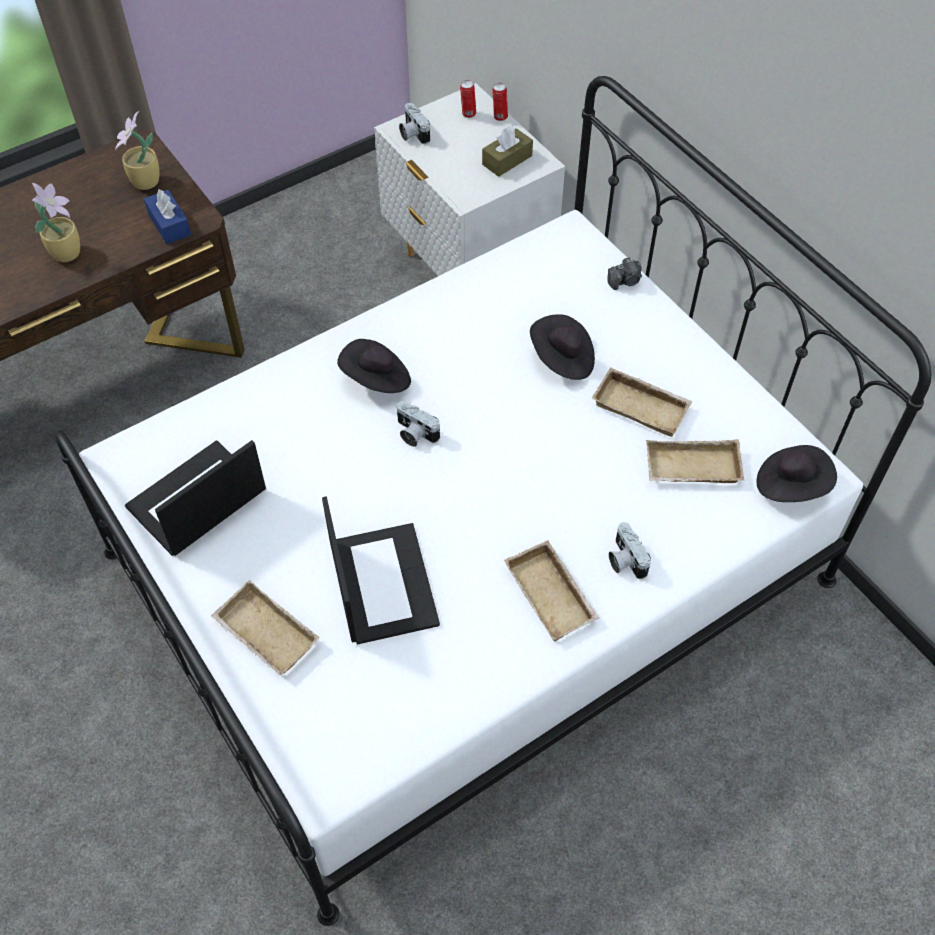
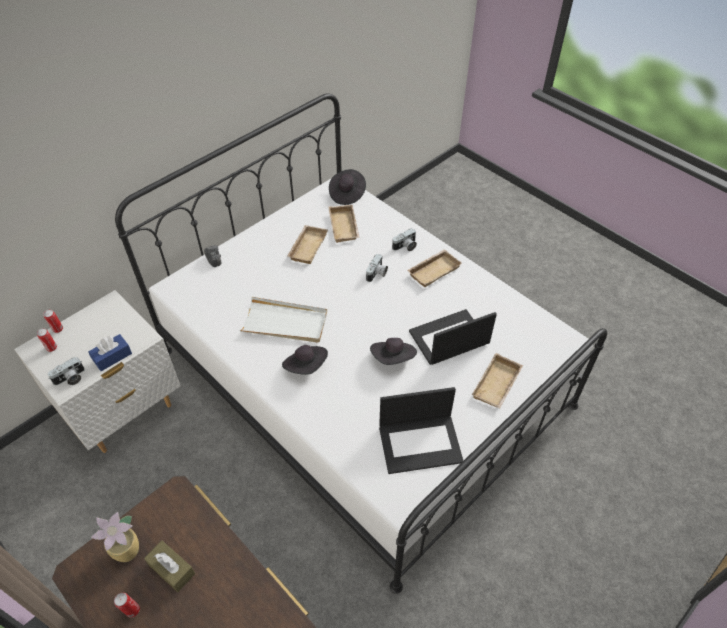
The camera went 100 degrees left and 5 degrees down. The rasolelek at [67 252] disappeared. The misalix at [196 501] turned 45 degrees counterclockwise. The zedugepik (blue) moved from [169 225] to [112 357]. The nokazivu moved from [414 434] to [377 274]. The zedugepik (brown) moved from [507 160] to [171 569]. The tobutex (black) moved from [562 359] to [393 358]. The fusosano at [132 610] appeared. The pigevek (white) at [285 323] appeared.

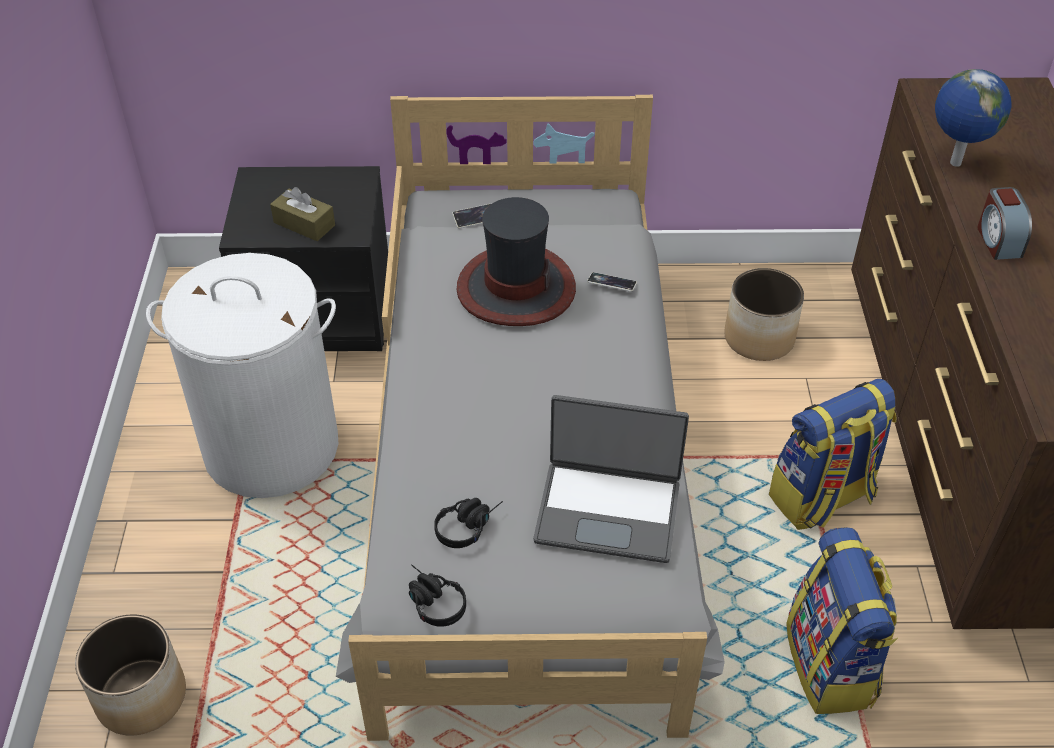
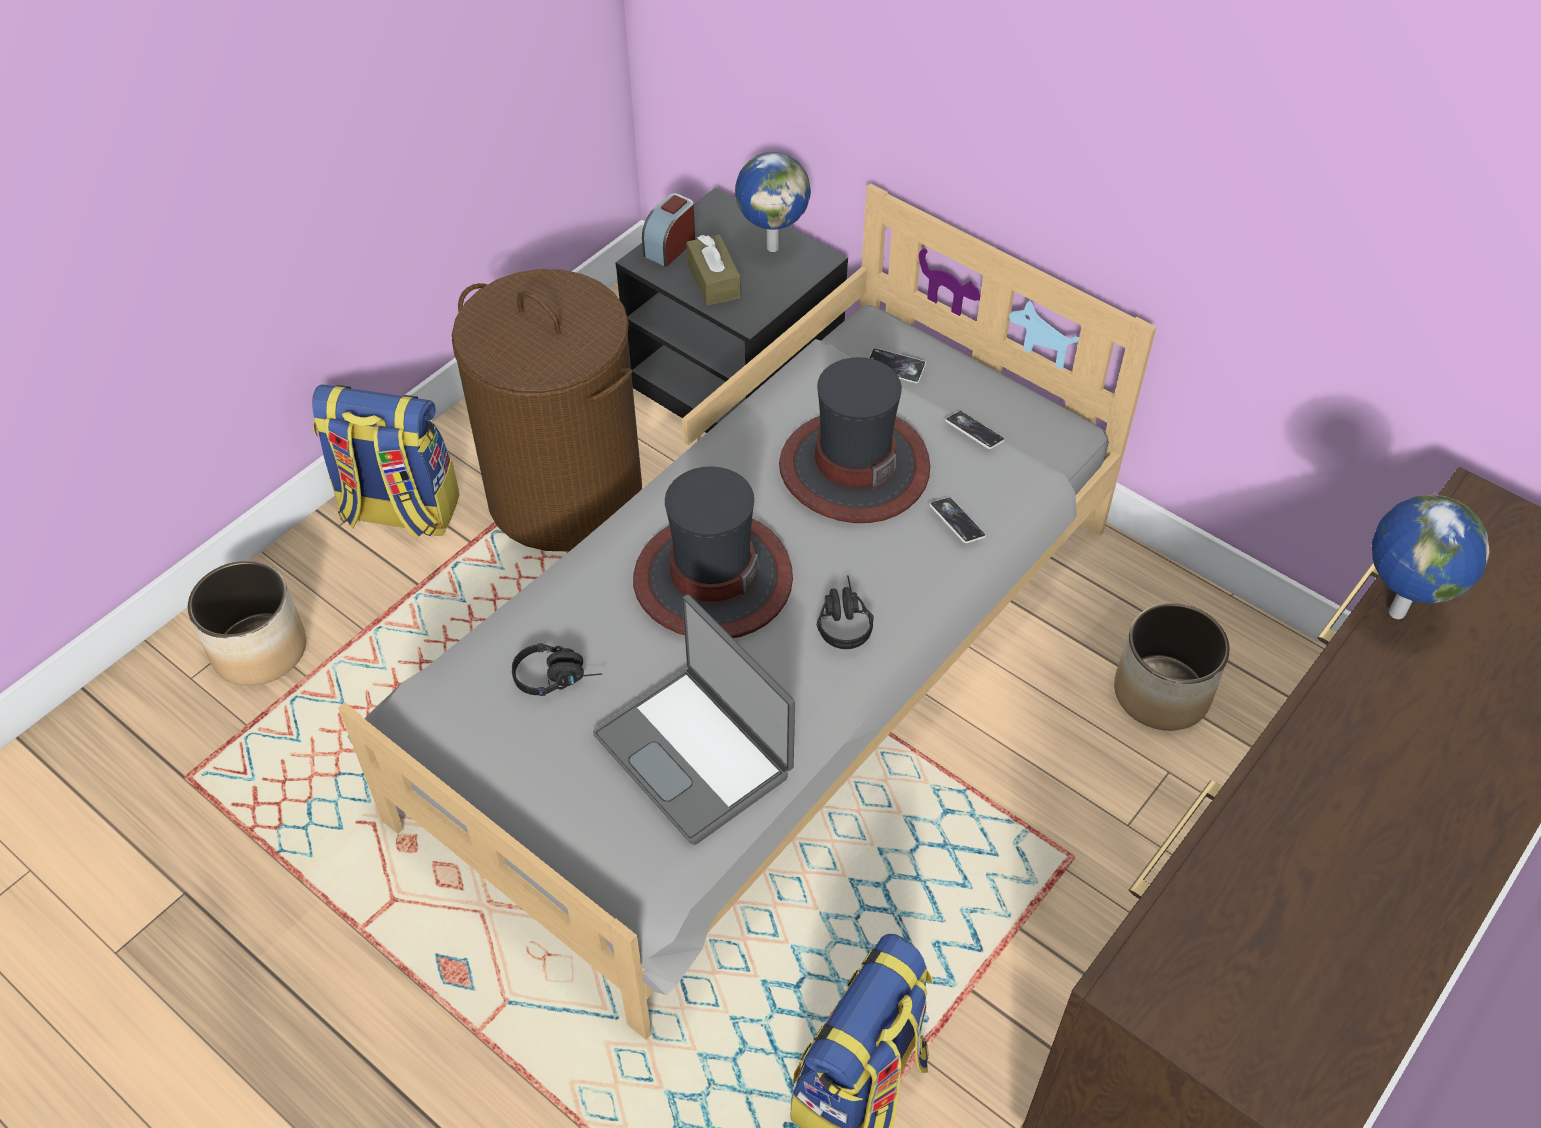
The camera went 40 degrees right and 5 degrees up. The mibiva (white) at [272 446] became the mibiva (brown) at [566 494]. The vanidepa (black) moved from [431 601] to [842 619]. The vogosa moved from [822 498] to [399 511]. The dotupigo moved from [998 241] to [670 247]. The tobutex at [712 578] appeared. The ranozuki at [772 247] appeared. The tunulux at [974 432] appeared.

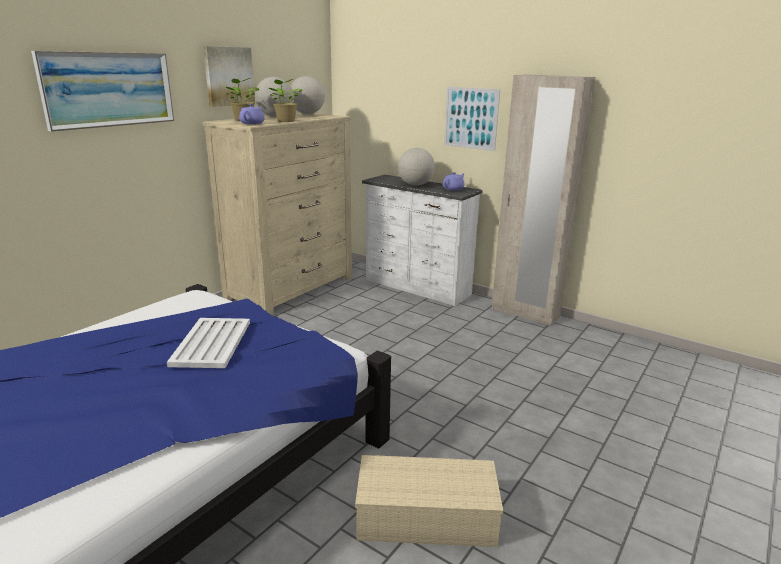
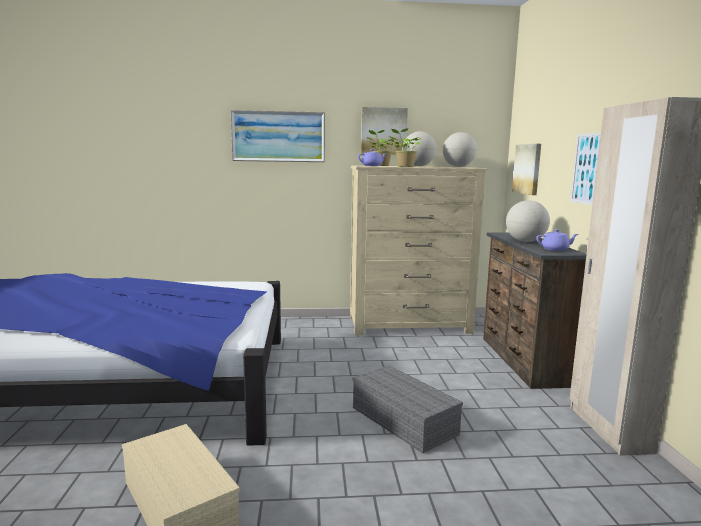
The camera went 50 degrees right and 10 degrees down. The pigevek (white) at [212 342] disappeared. The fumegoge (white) at [417 287] became the fumegoge (brown) at [521 361]. The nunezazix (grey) at [405 421] appeared. The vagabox at [527 169] appeared.

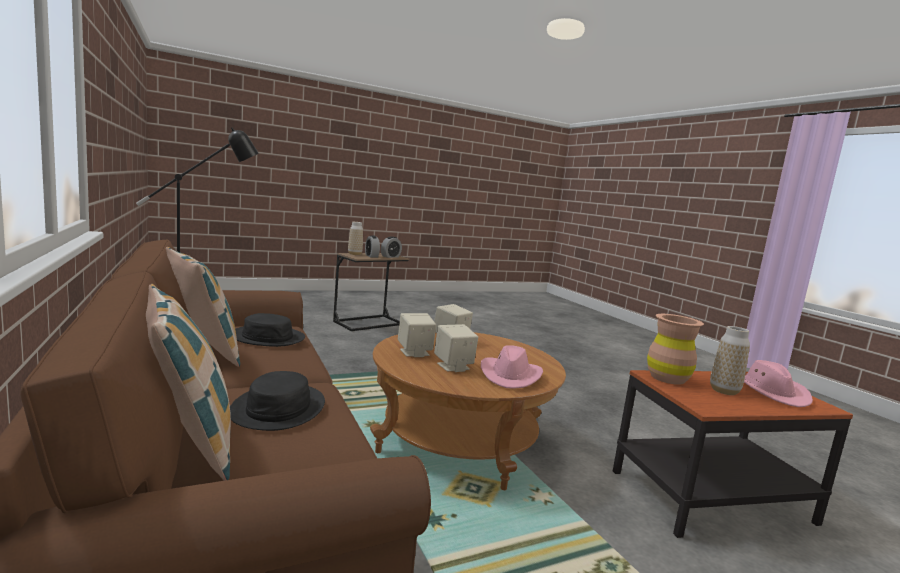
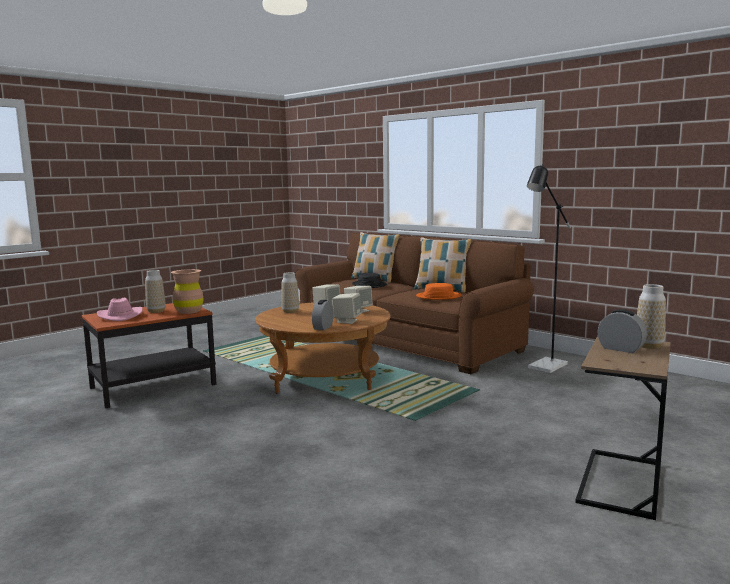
The camera went 160 degrees right and 0 degrees up. The tobutex (black) at [267 337] became the tobutex (orange) at [438 296]. The dotupigo moved from [390 256] to [323 327]. The tobutex (pink) at [510 376] was replaced by the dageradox at [290 311].

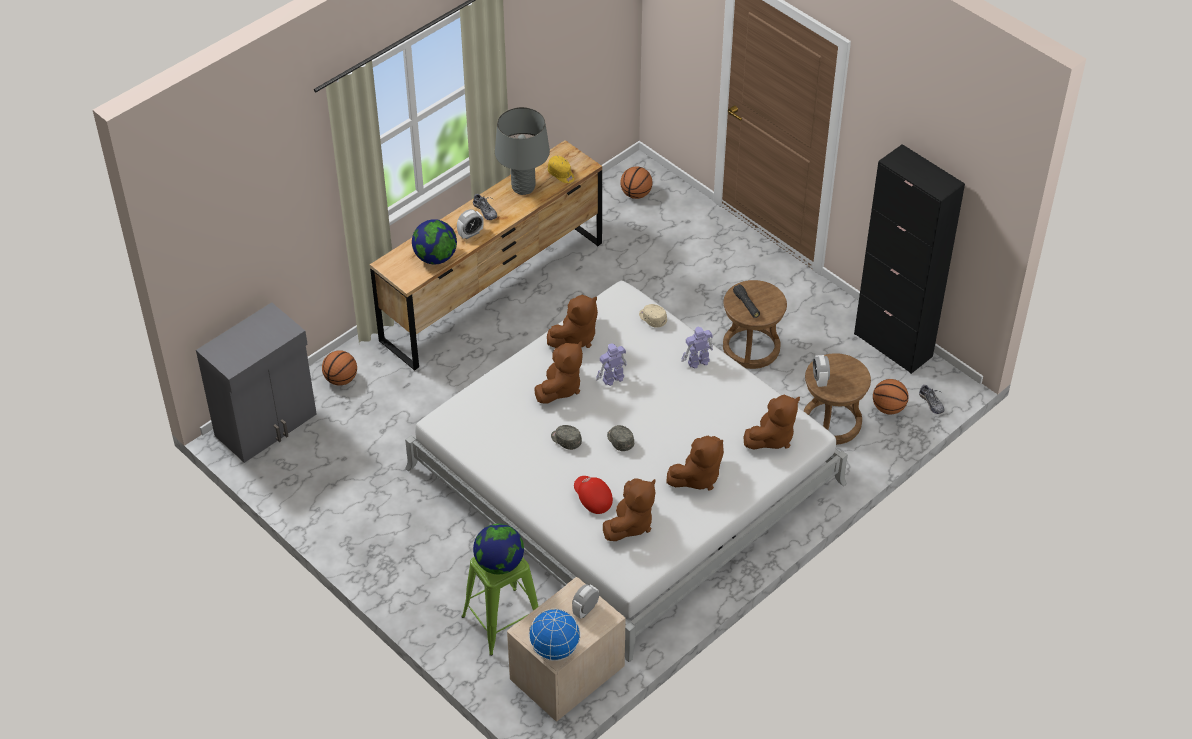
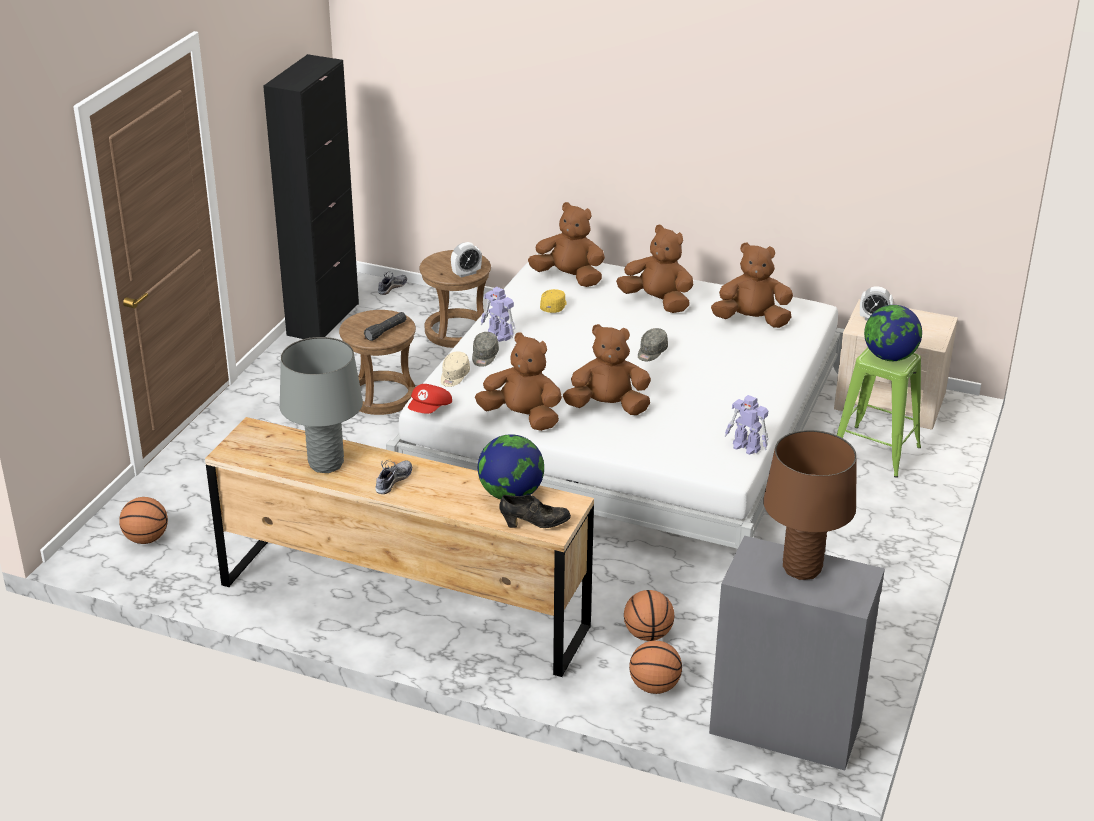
The camera went 115 degrees left and 15 degrees down. The dotupigo at [470 234] disappeared. The ranozuki at [555 649] disappeared. The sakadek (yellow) moved from [561 174] to [554 307]. The sakadek (grey) moved from [565 440] to [484 356]. The sakadek (red) moved from [592 499] to [430 409]. The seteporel moved from [612 378] to [746 447]. The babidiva moved from [888 408] to [647 634]. The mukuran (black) at [535 524] appeared. The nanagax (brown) at [802 569] appeared.

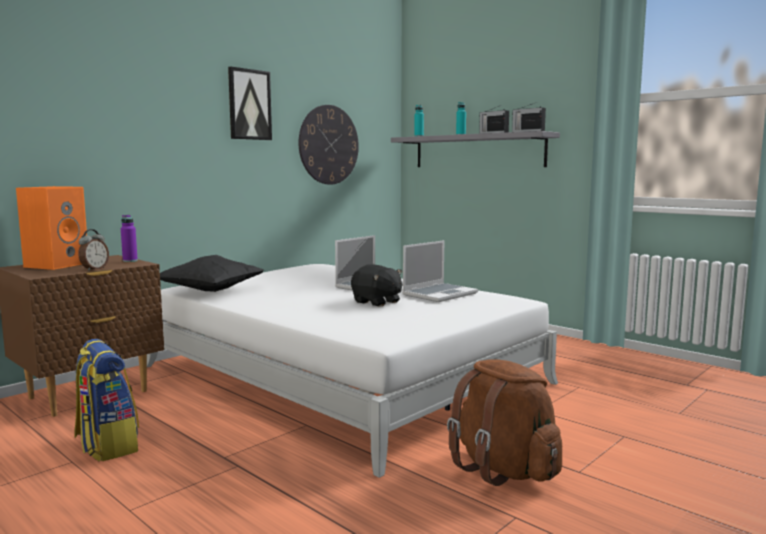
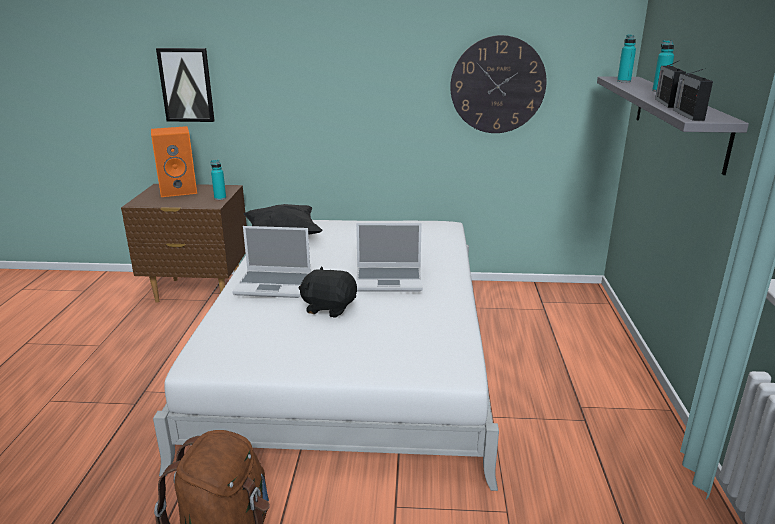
The camera went 50 degrees right and 15 degrees up. The vogosa at [107 445] disappeared. The dotupigo at [94 269] disappeared. The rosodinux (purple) at [130 261] became the rosodinux (turquoise) at [220 198]. The vagabox moved from [249 104] to [186 85]. The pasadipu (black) at [377 302] turned 105 degrees clockwise. The misalix moved from [440 294] to [274 285].

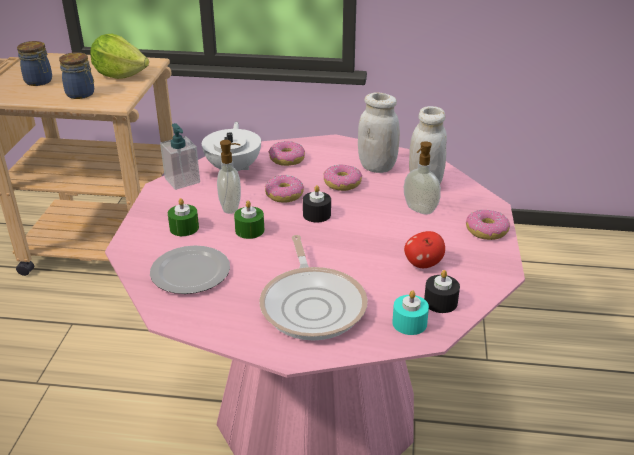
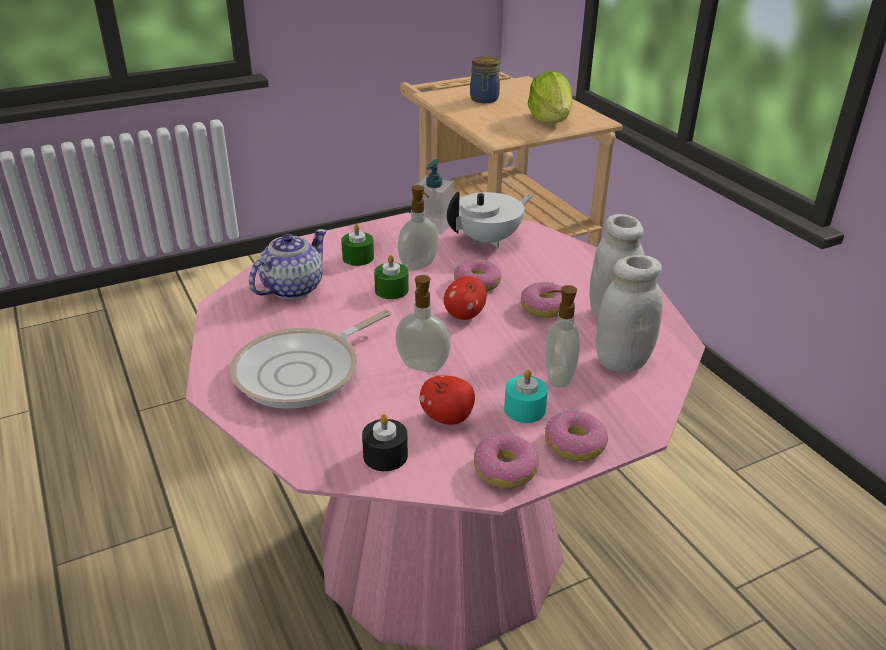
The camera went 55 degrees right and 0 degrees up. The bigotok at [81 94] disappeared. The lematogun at [189 273] was replaced by the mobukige at [291 288]. The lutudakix moved from [286 159] to [504 469]. The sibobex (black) at [316 214] was replaced by the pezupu at [464 315]. The sibobex (turquoise) moved from [409 323] to [524 409]. The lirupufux at [422 367] appeared.

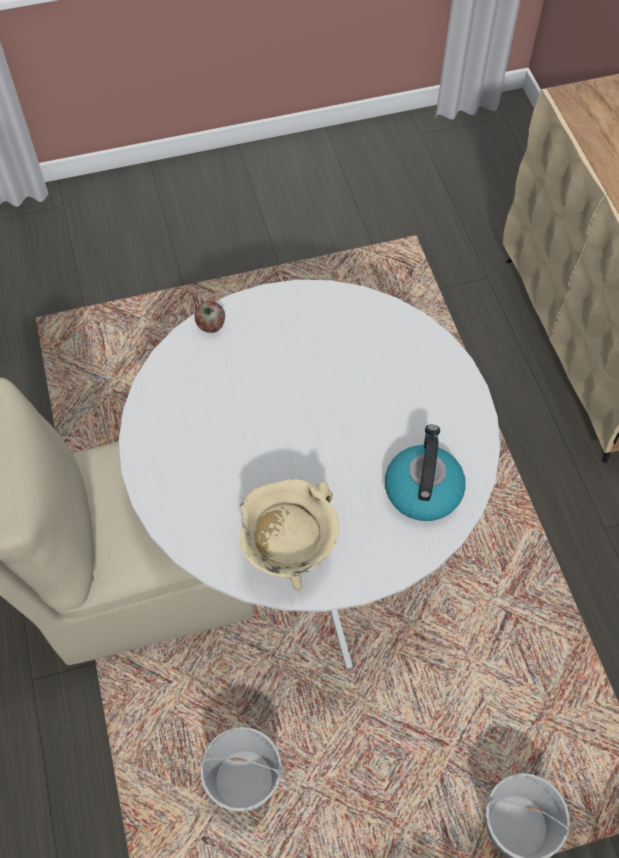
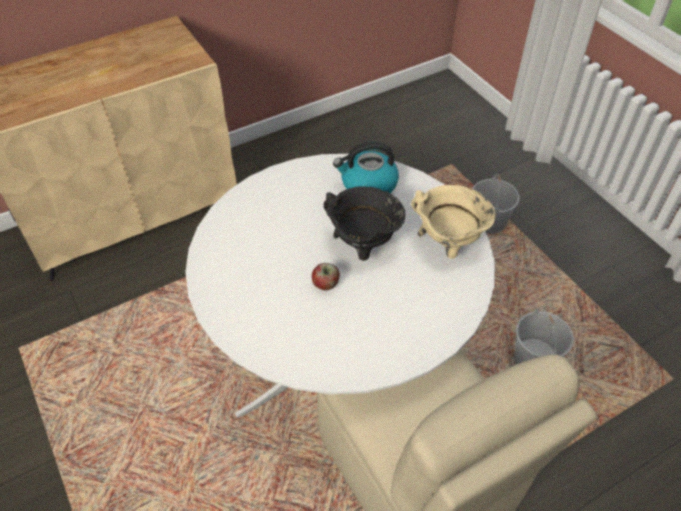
The camera went 105 degrees left and 10 degrees down. The pezupu moved from [211 325] to [325 284]. The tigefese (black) at [363 246] appeared.

